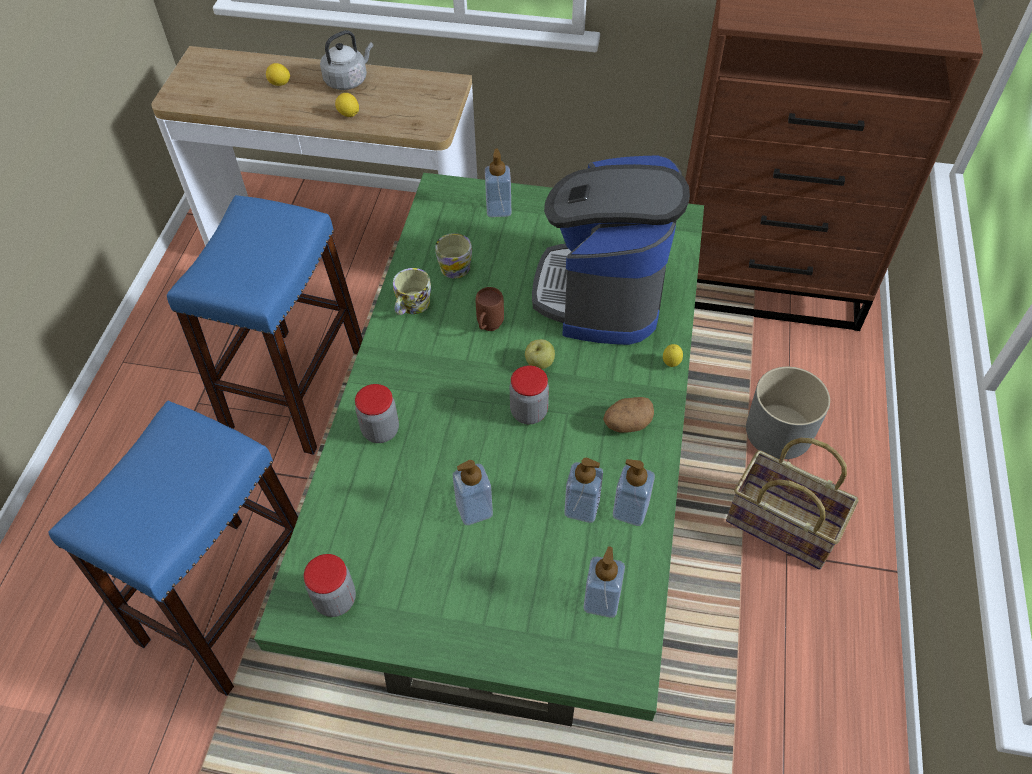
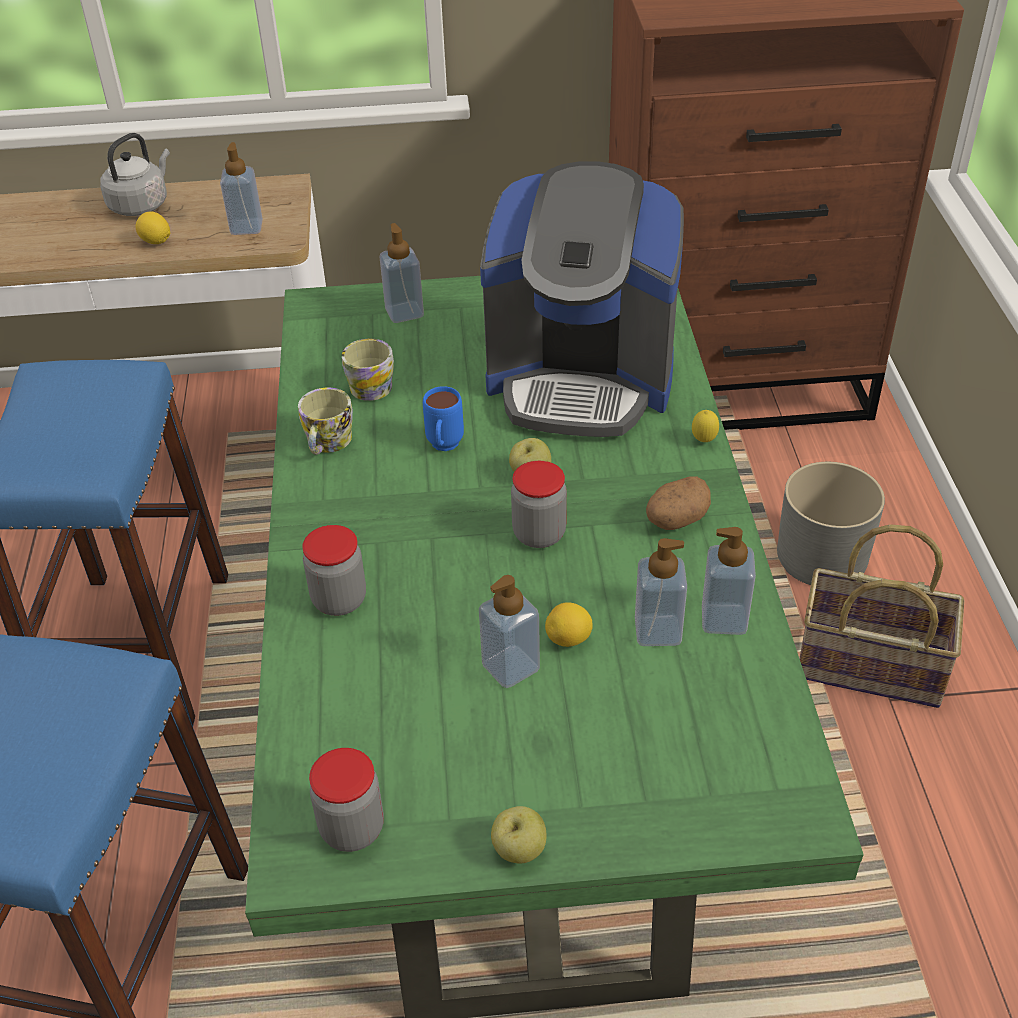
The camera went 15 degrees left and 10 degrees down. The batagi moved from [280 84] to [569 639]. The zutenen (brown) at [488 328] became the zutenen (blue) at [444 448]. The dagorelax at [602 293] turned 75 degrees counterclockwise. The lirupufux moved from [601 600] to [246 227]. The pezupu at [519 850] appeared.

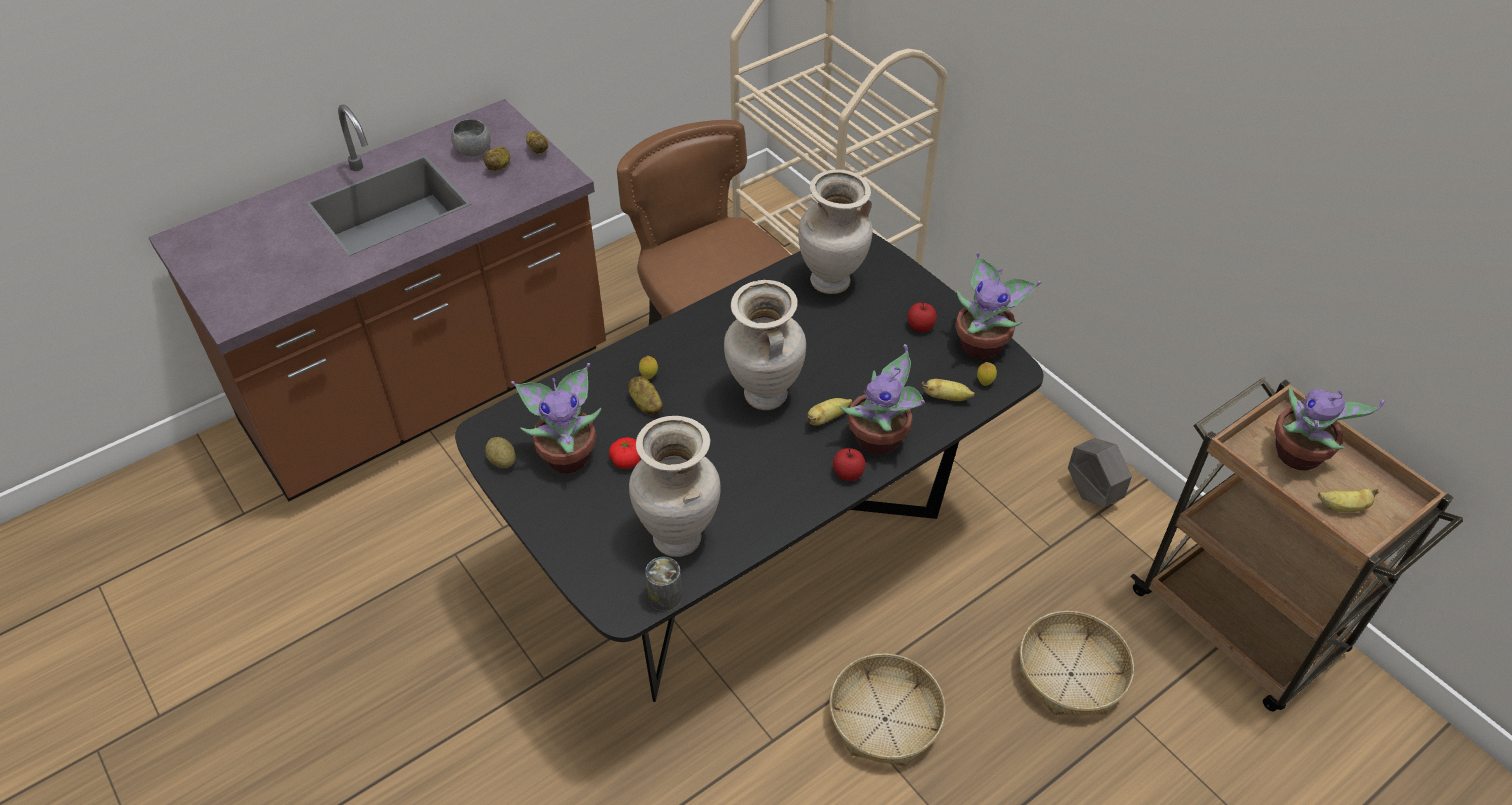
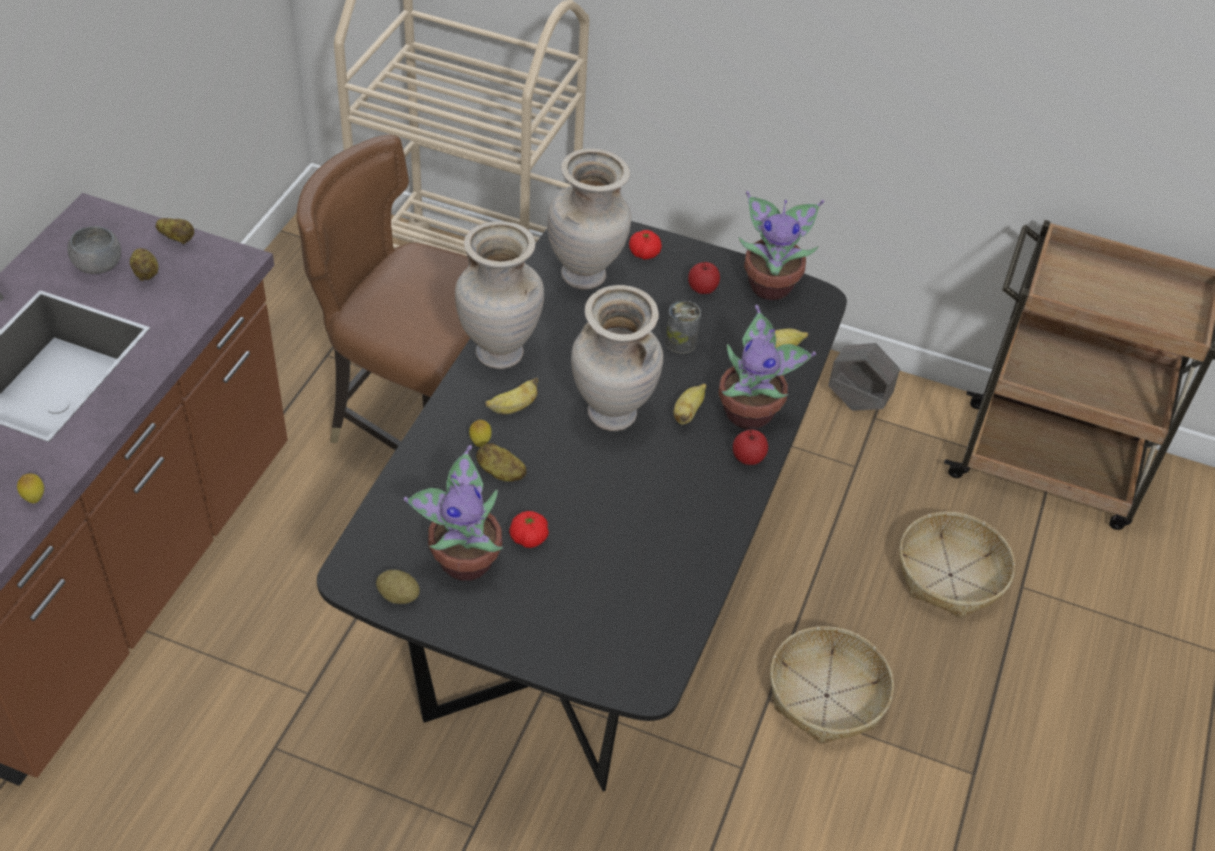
The camera went 35 degrees left and 0 degrees up. The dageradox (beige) moved from [679 537] to [500 353]. The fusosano moved from [665 597] to [681 342]. The batagi moved from [985 382] to [34 498]. The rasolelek at [1299 457] disappeared. The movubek moved from [1342 507] to [513 408]. The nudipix at [644 253] appeared.

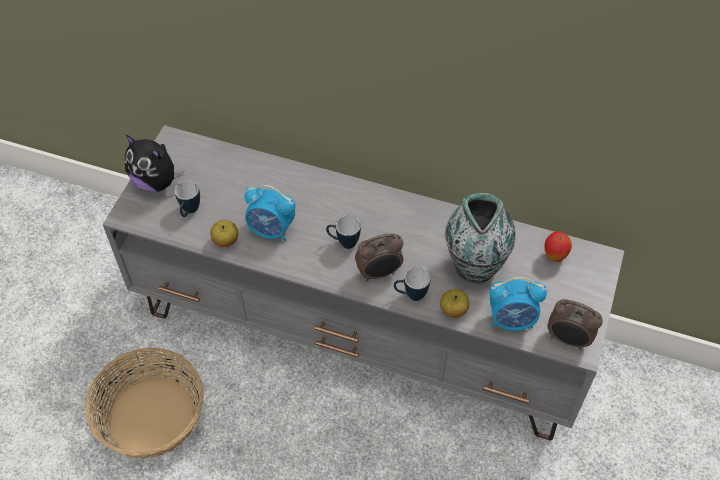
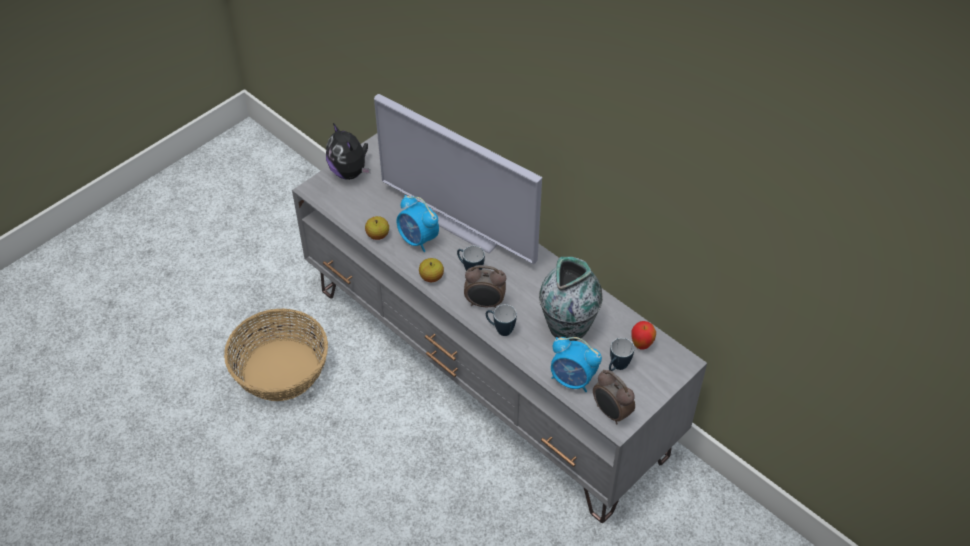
The camera went 25 degrees right and 5 degrees down. The zutenen moved from [189 211] to [617 367]. The pezupu moved from [453 310] to [431 277]. The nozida at [461 223] appeared.

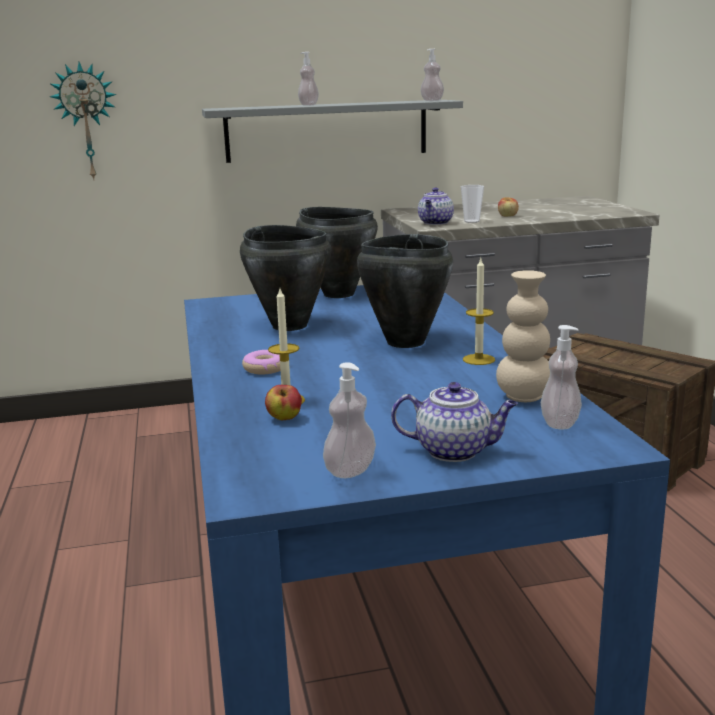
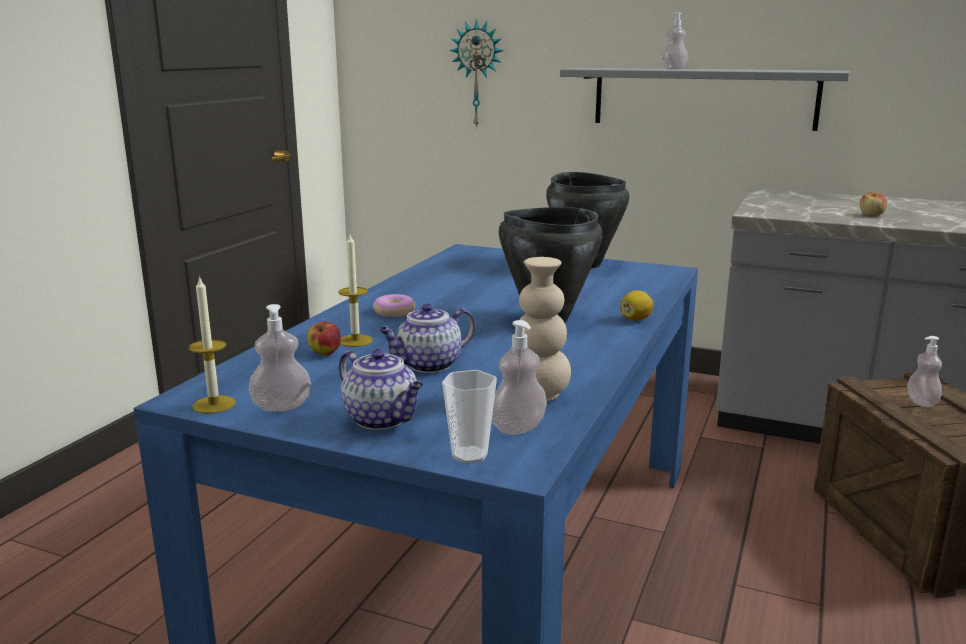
The camera went 35 degrees right and 0 degrees up. The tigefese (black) at [290 325] disappeared. The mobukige moved from [435 223] to [428 365]. The lirupufux moved from [432 100] to [921 402]. The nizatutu moved from [471 221] to [470 455]. The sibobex moved from [478 359] to [214 404]. The batagi at [635 319] appeared.

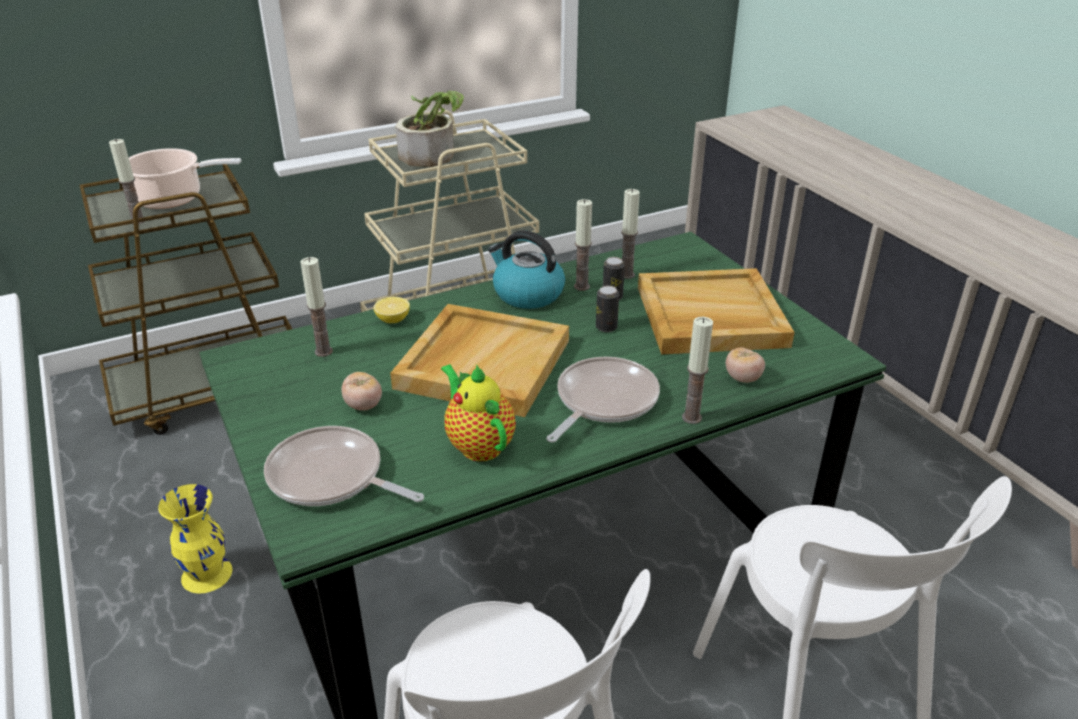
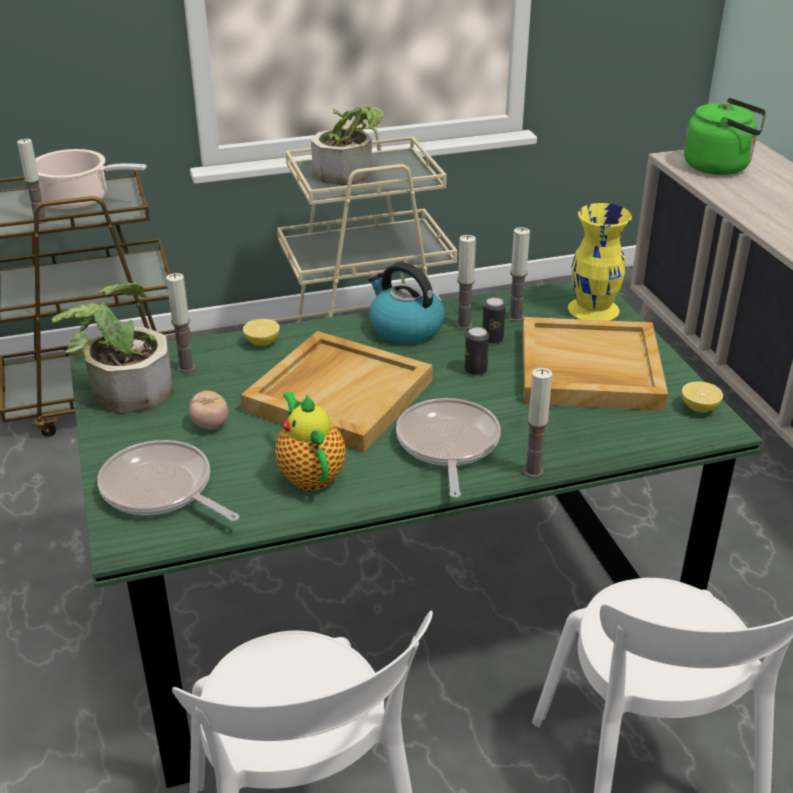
The camera went 10 degrees right and 0 degrees up. The dageradox (yellow) moved from [207 574] to [594 309]. The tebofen at [603 401] turned 45 degrees counterclockwise. The nudipix at [742 378] disappeared. The rasolelek at [123 387] appeared. The batagi at [699 408] appeared. The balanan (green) at [721 166] appeared.

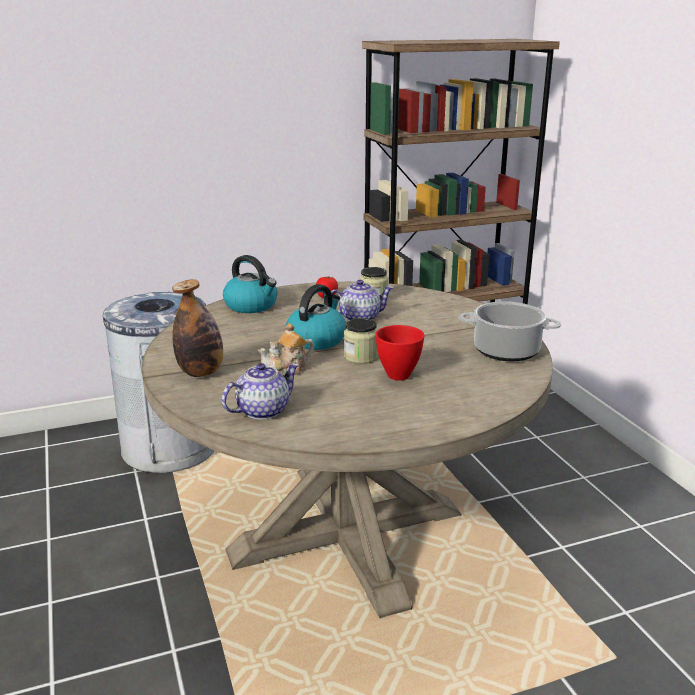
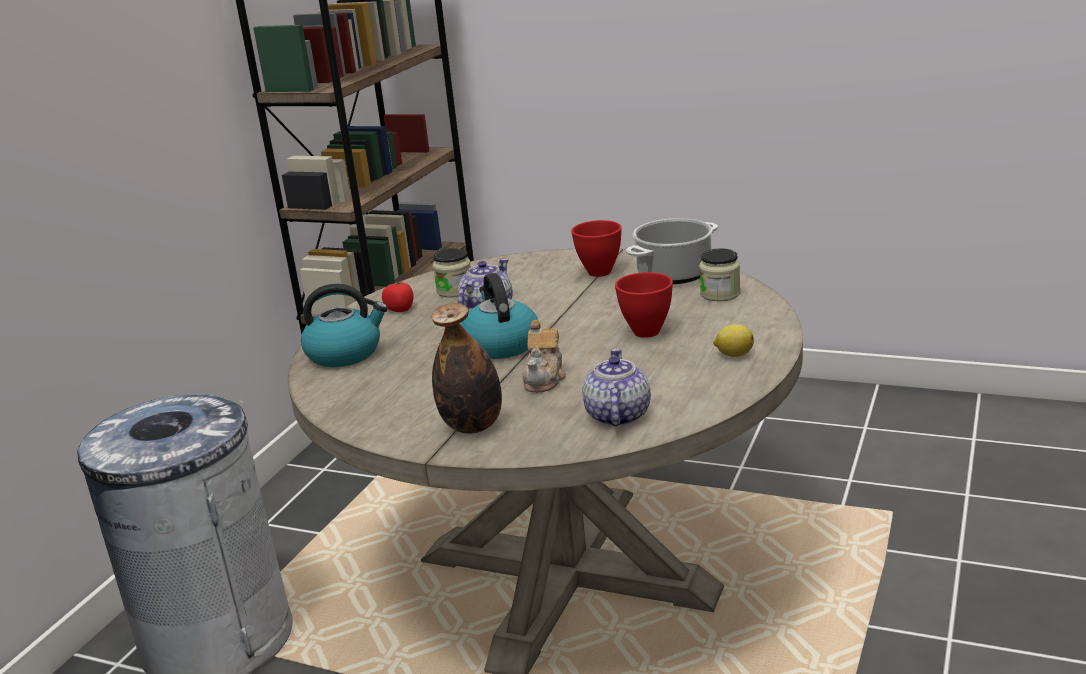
The camera went 45 degrees left and 0 degrees up. The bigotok moved from [360 357] to [720 294]. The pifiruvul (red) at [599 273] appeared. The batagi at [733 355] appeared.

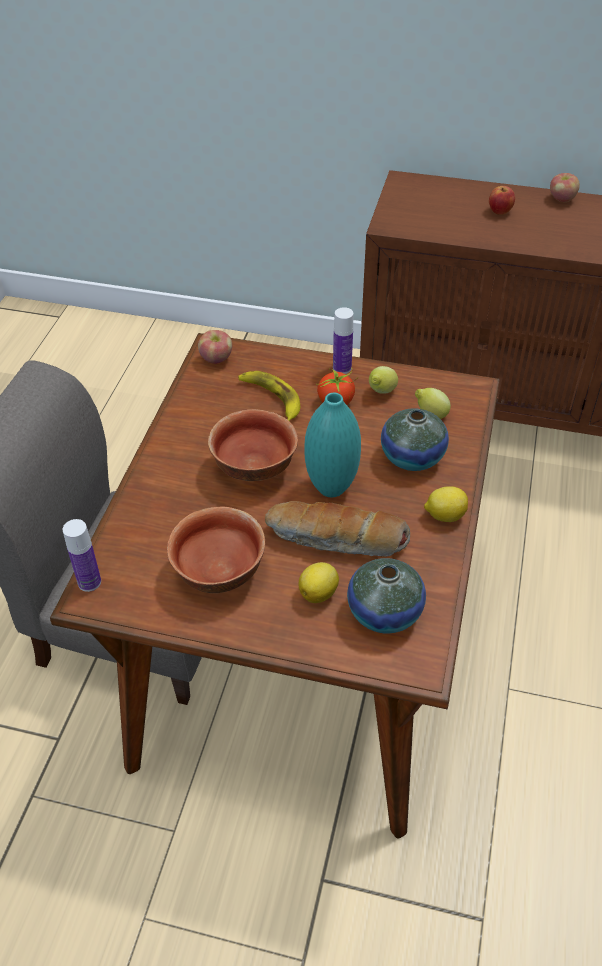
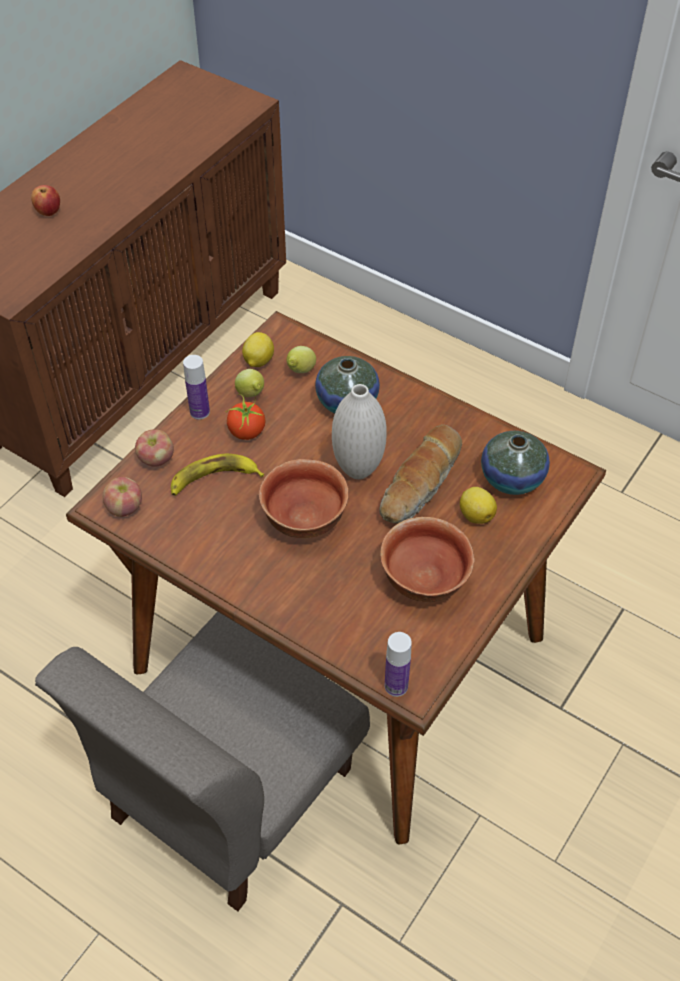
The camera went 70 degrees left and 5 degrees up. The dageradox (turquoise) at [331 488] became the dageradox (white) at [358 469]. The batagi moved from [444 515] to [258 361]. The pezupu moved from [562 199] to [156 459].

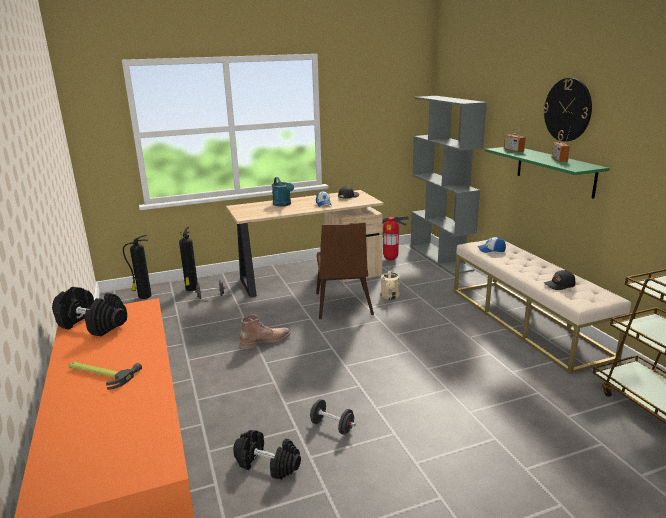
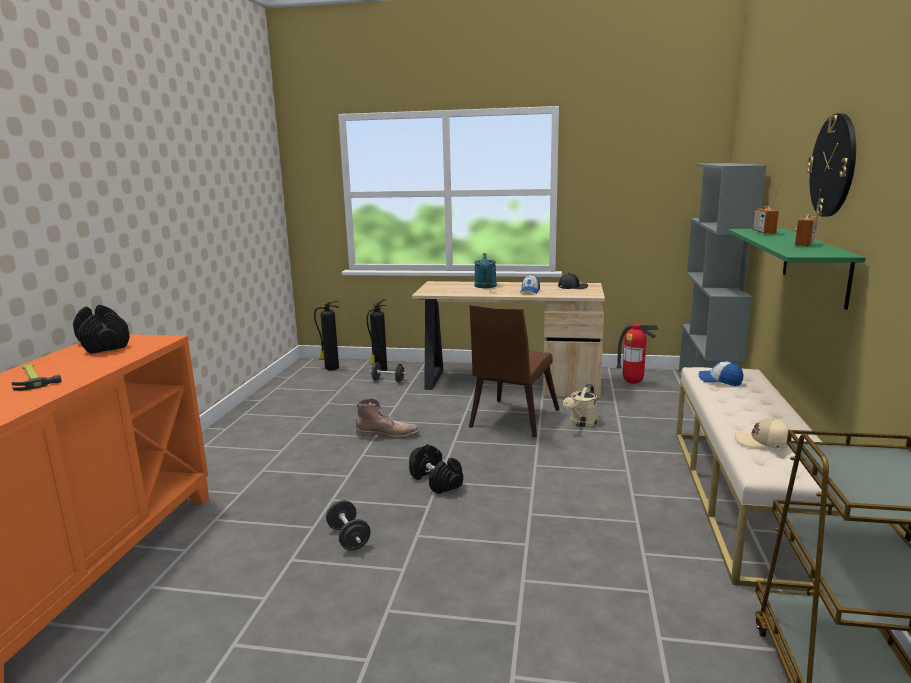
The camera went 30 degrees right and 5 degrees down. The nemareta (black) moved from [268 464] to [436 481]. The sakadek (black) at [559 285] became the sakadek (beige) at [762 442].

